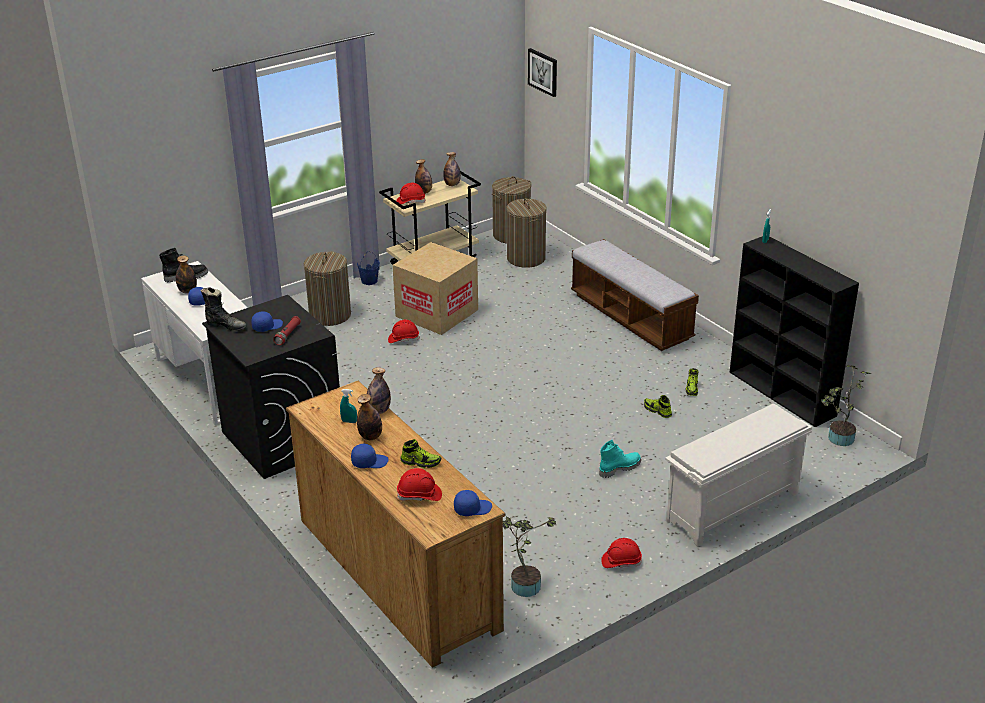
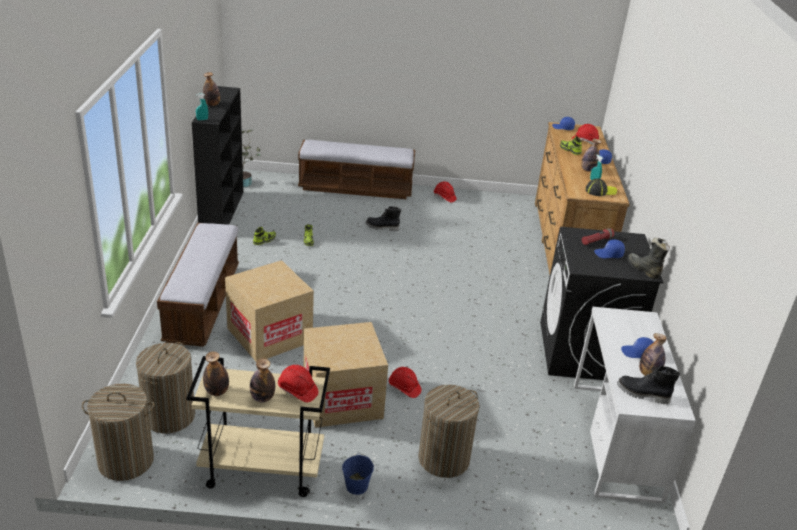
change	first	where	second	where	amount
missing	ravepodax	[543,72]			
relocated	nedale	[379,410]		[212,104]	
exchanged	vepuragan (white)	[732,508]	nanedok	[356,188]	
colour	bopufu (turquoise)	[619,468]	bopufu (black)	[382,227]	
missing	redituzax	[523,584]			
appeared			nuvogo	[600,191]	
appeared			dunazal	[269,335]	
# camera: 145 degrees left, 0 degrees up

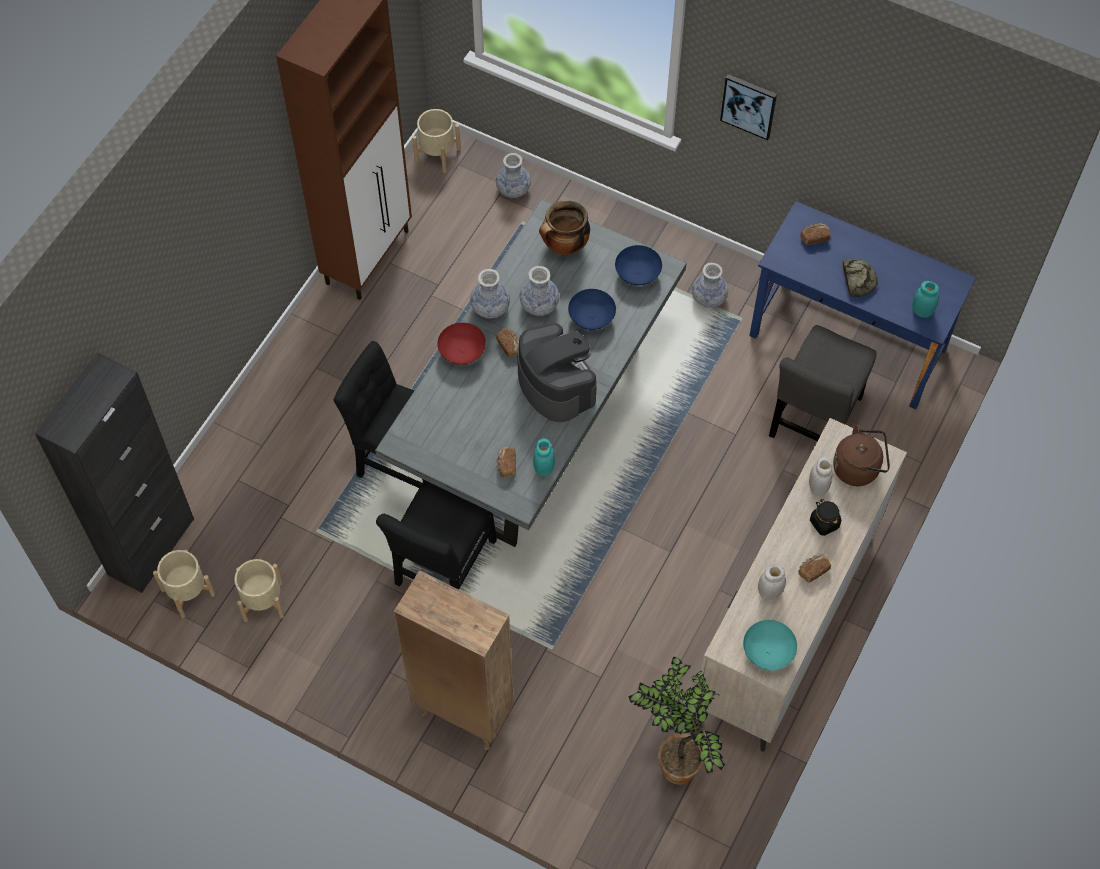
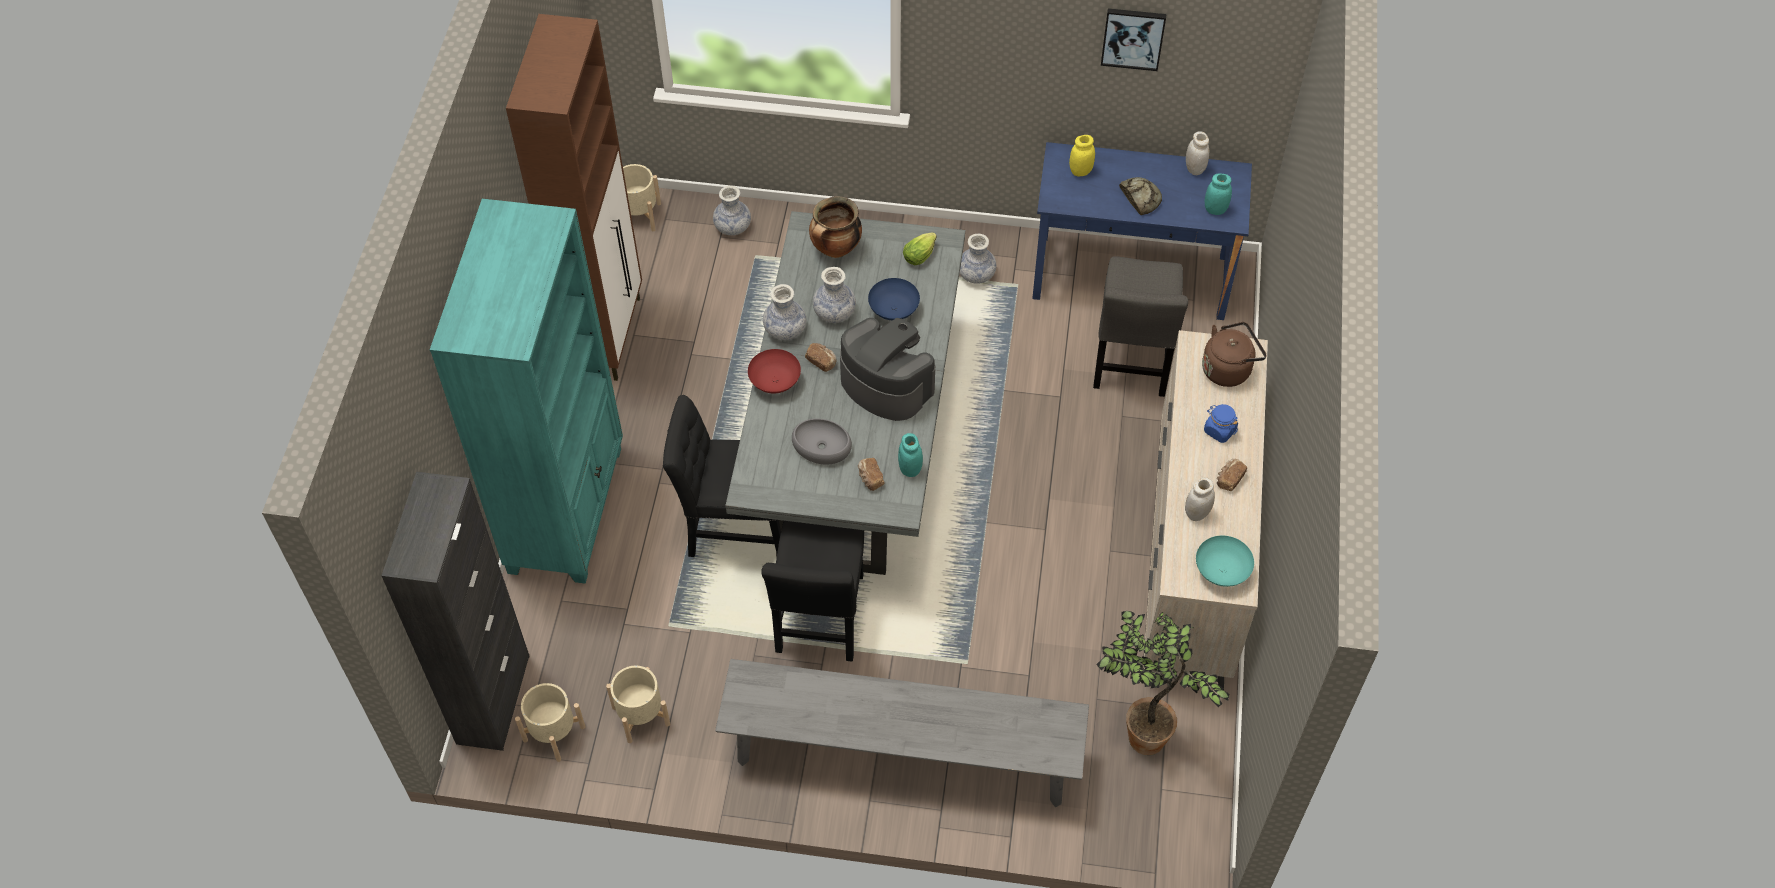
change	first	where	second	where	amount
relocated	ravepodax	[749,105]		[1133,38]	
exchanged	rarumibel	[814,238]	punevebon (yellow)	[1080,171]	
exchanged	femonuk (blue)	[637,274]	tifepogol	[921,254]	
relocated	punevebon (white)	[818,487]		[1194,169]	
colour	punevebon (black)	[824,523]	punevebon (blue)	[1219,430]	
exchanged	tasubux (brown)	[463,711]	nanedok (grey)	[902,756]	
appeared			tasubux (turquoise)	[567,509]	
appeared			femonuk (grey)	[821,447]	
# camera: 20 degrees left, 5 degrees down

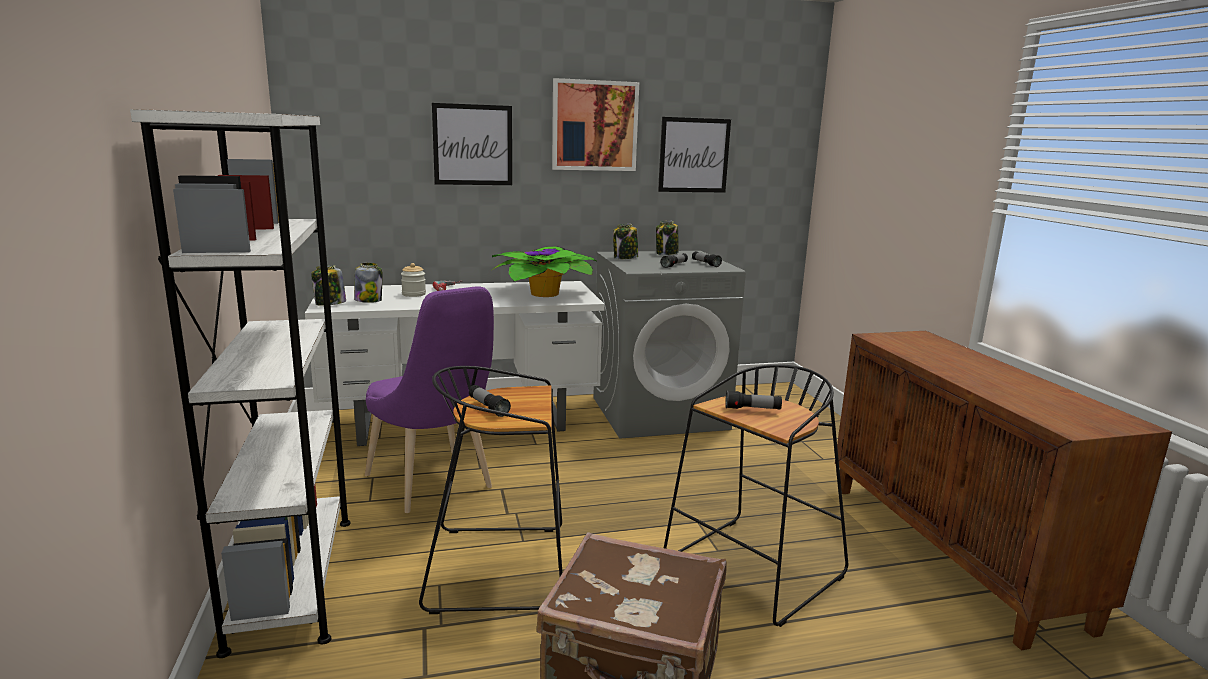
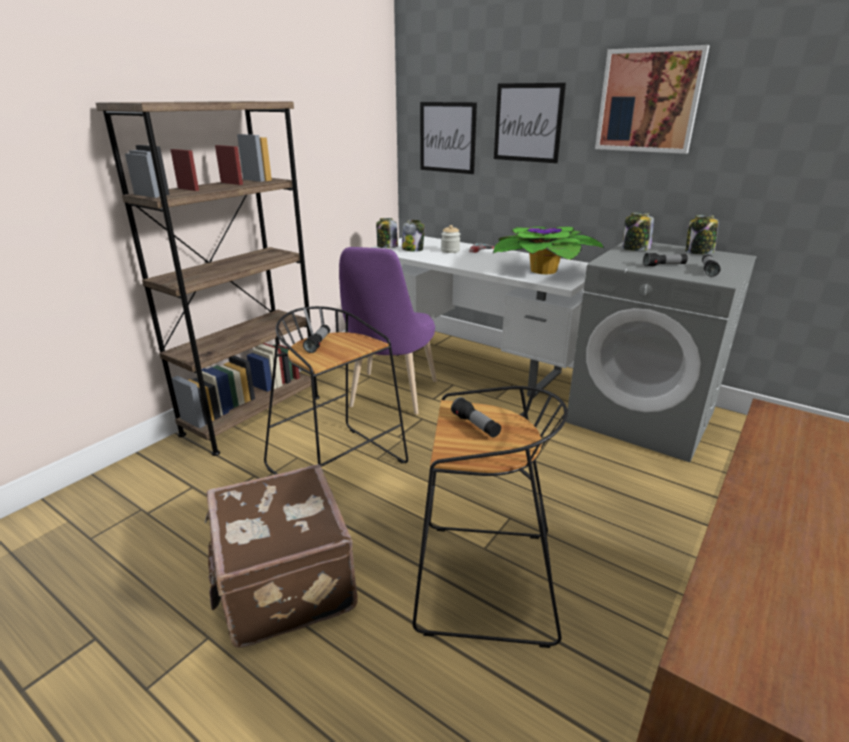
change	first	where	second	where	amount
colour	tasubux (white)	[293,579]	tasubux (brown)	[253,415]	
relocated	ravepodax	[694,155]		[447,137]	
# camera: 50 degrees right, 10 degrees up

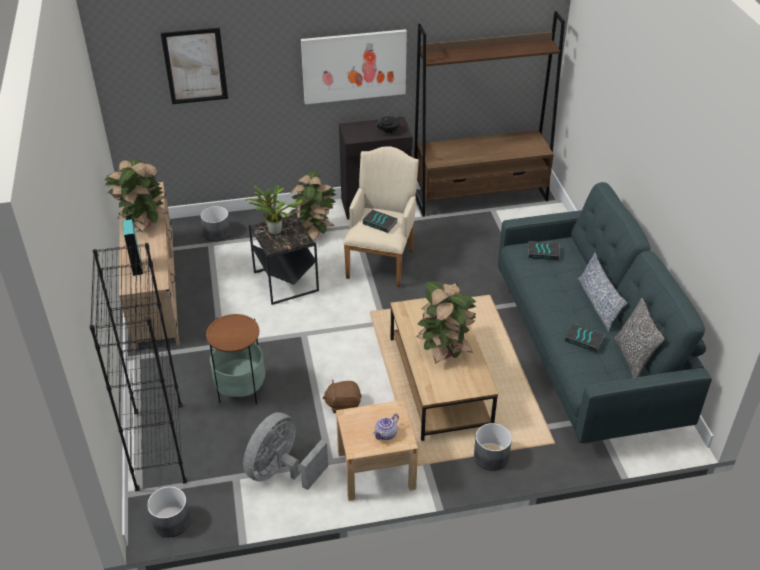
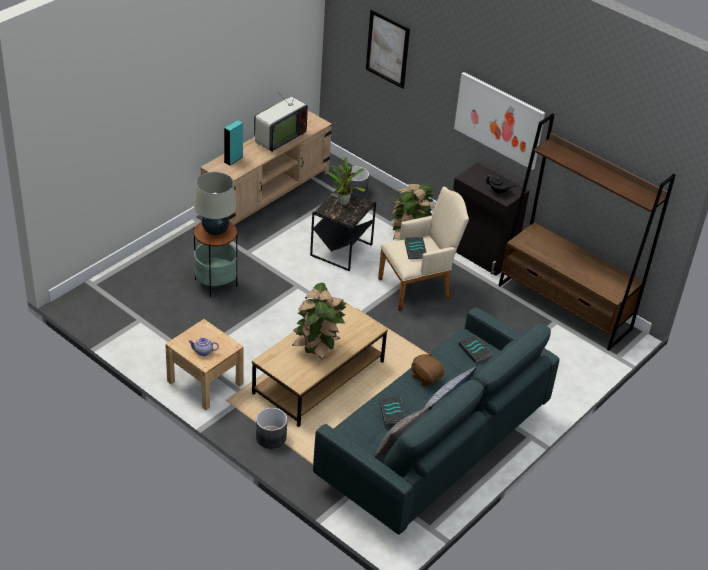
change	first	where	second	where	amount
exchanged	redituzax	[142,223]	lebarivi	[278,138]	
missing	tasubux (black)	[159,447]			
relocated	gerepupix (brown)	[343,404]		[426,377]	
missing	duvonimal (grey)	[281,471]			
missing	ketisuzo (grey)	[171,521]			
appeared			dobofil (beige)	[215,230]	
# camera: 50 degrees right, 0 degrees up

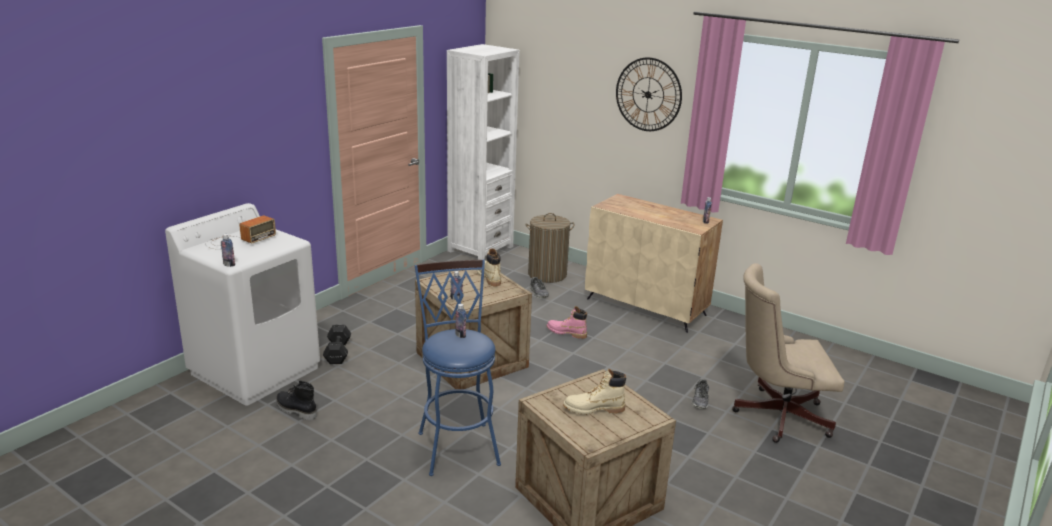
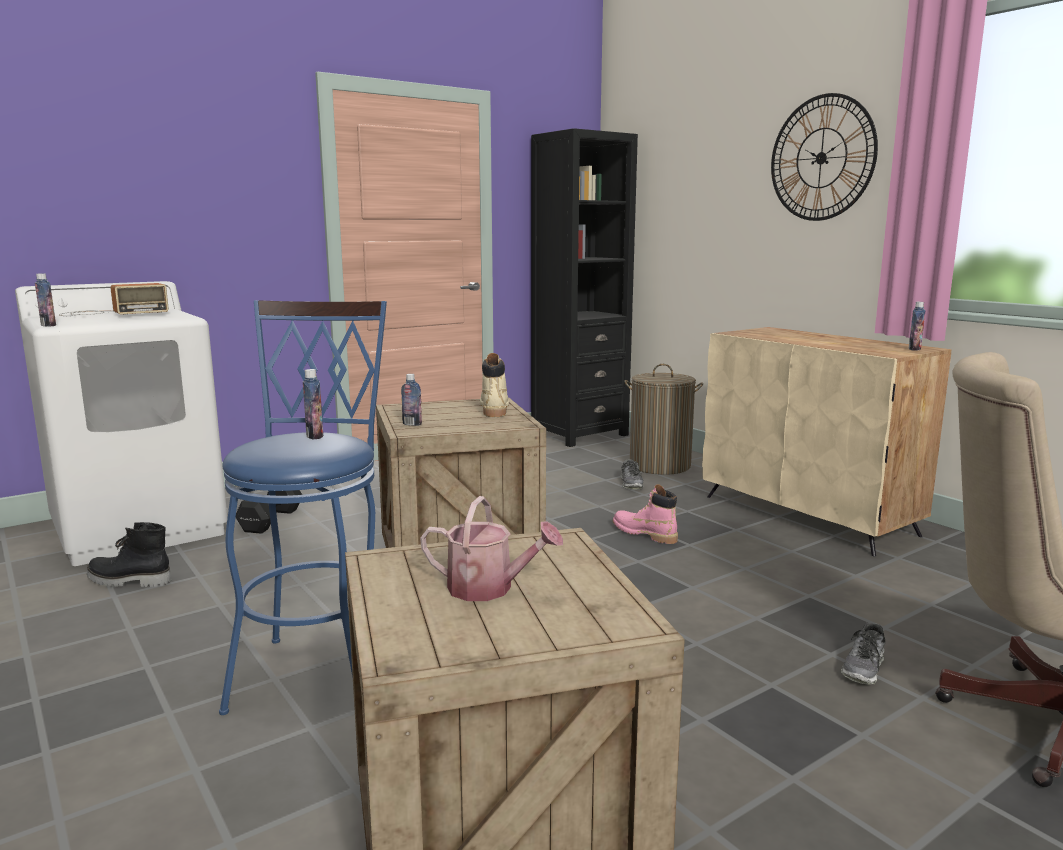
change	first	where	second	where	amount
colour	tasubux (white)	[480,249]	tasubux (black)	[579,434]	
exchanged	bopufu (beige)	[593,409]	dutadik	[489,588]	
spun	bopufu (black)	[295,410]		[128,581]	45 degrees counterclockwise
# camera: 20 degrees right, 10 degrees down

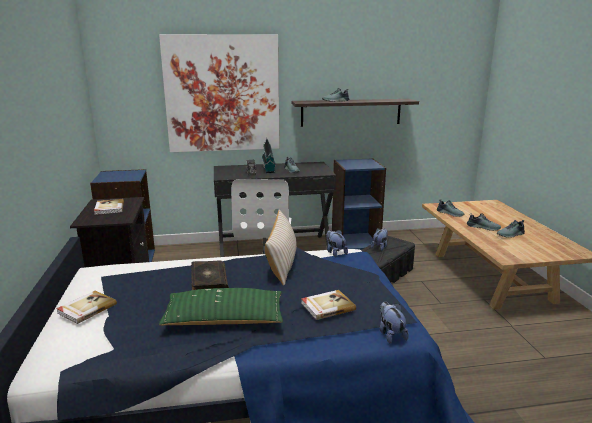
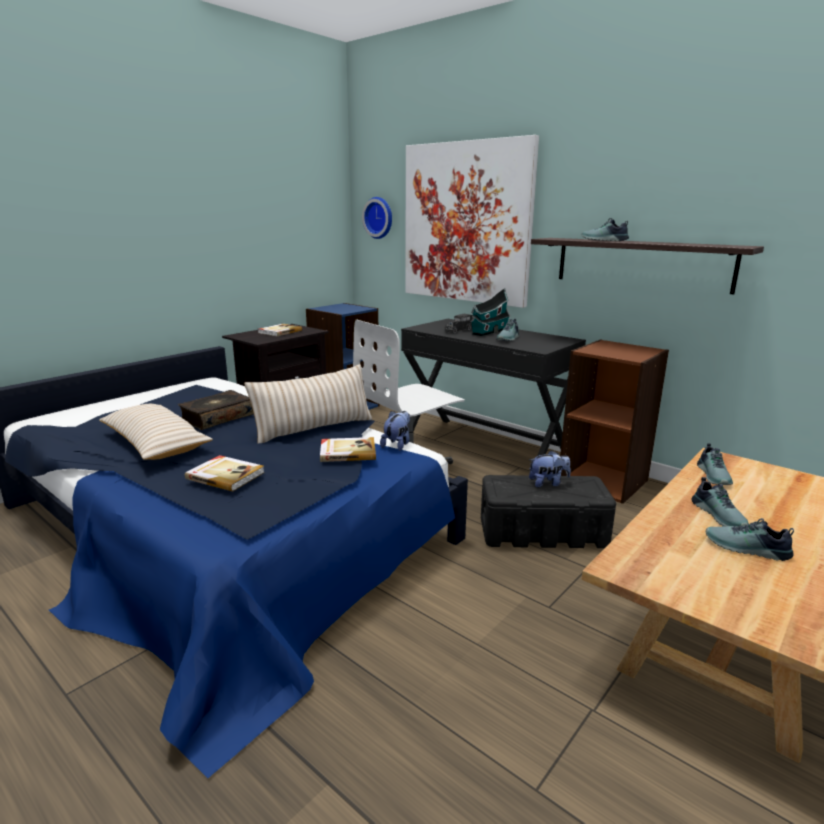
change	first	where	second	where	amount
colour	tasubux (blue)	[355,241]	tasubux (brown)	[603,481]	
colour	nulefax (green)	[224,319]	nulefax (beige)	[155,444]	
relocated	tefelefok	[86,308]		[347,452]	
missing	gerepupix	[390,334]			
appeared			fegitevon	[379,218]	
# camera: 50 degrees right, 0 degrees up

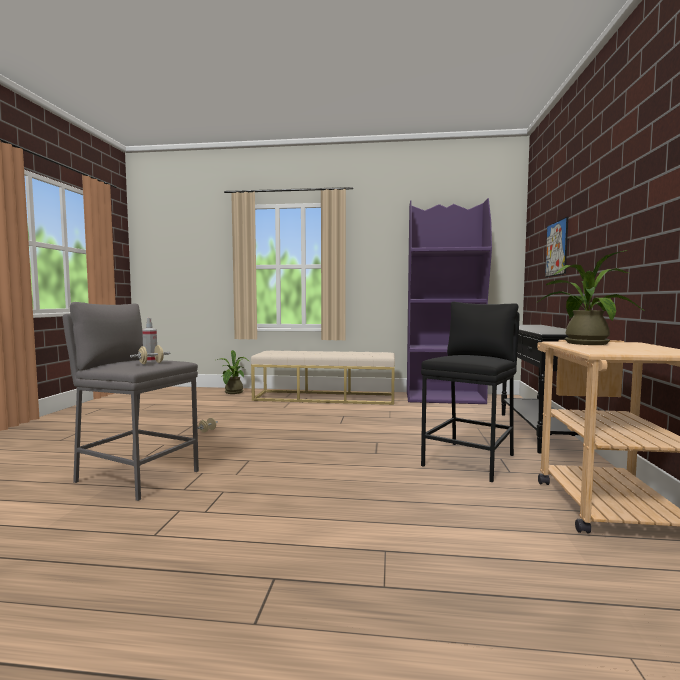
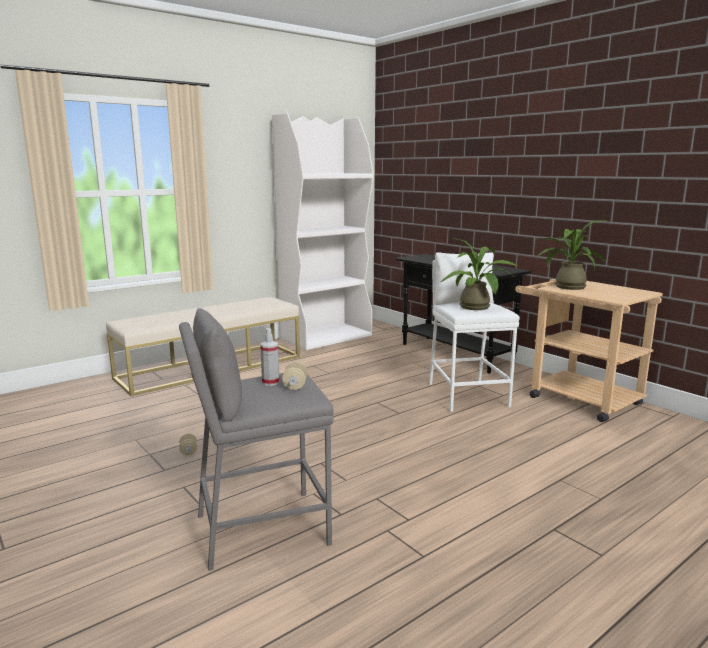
change	first	where	second	where	amount
colour	tasubux (purple)	[445,398]	tasubux (white)	[326,337]	
missing	ravepodax	[556,248]			
colour	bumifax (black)	[470,460]	bumifax (white)	[467,394]	
relocated	redituzax	[233,393]		[477,308]	
# camera: 45 degrees left, 10 degrees up

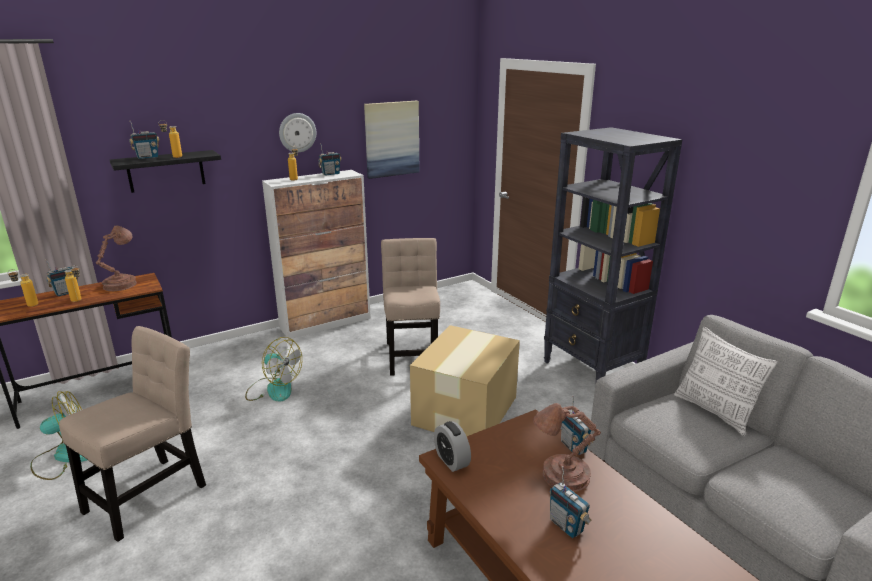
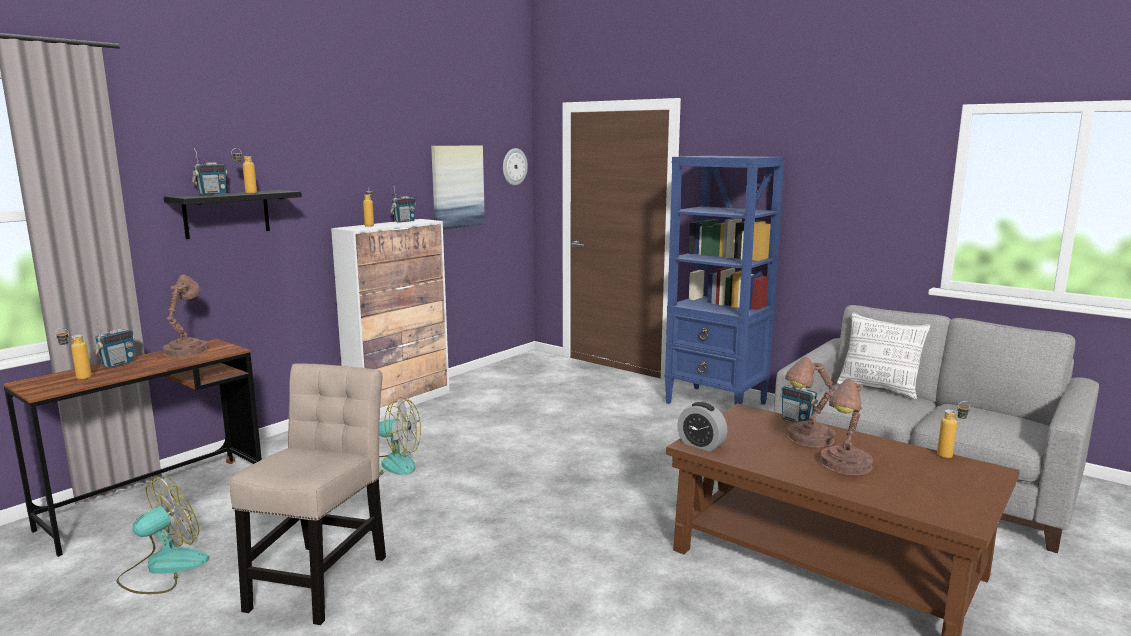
change	first	where	second	where	amount
relocated	fegitevon	[297,132]		[514,166]	
colour	tasubux (black)	[592,371]	tasubux (blue)	[716,403]	
missing	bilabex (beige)	[412,355]			
relocated	nedale	[79,300]		[950,455]	
missing	dunazal	[466,410]			
exchanged	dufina	[566,526]	dobofil (brown)	[844,466]	
# camera: 20 degrees left, 10 degrees down

